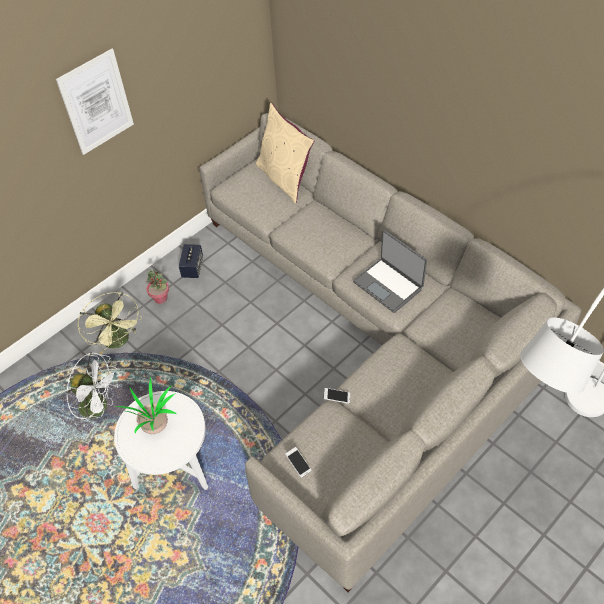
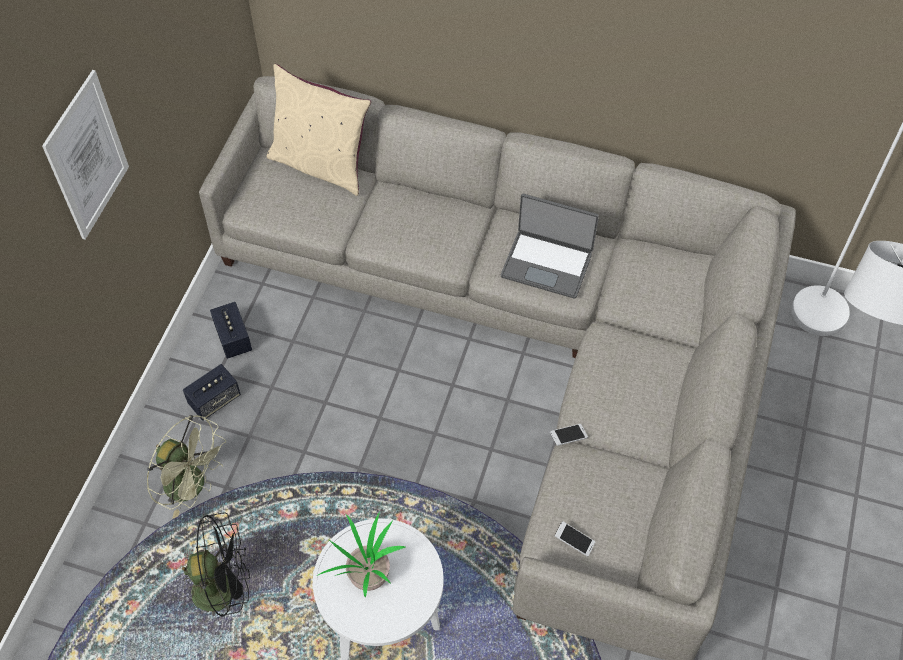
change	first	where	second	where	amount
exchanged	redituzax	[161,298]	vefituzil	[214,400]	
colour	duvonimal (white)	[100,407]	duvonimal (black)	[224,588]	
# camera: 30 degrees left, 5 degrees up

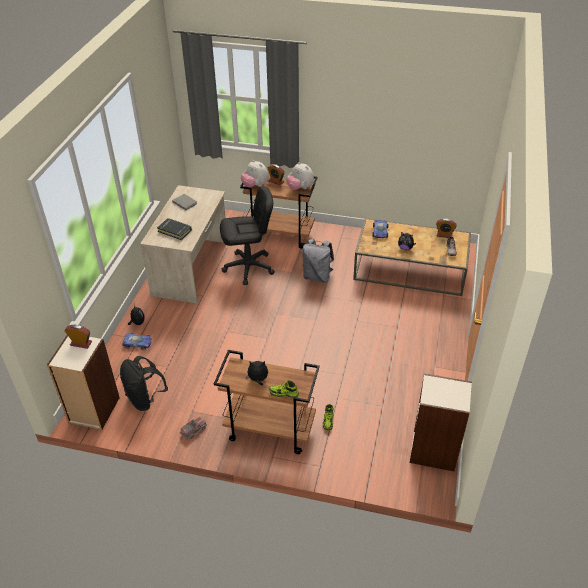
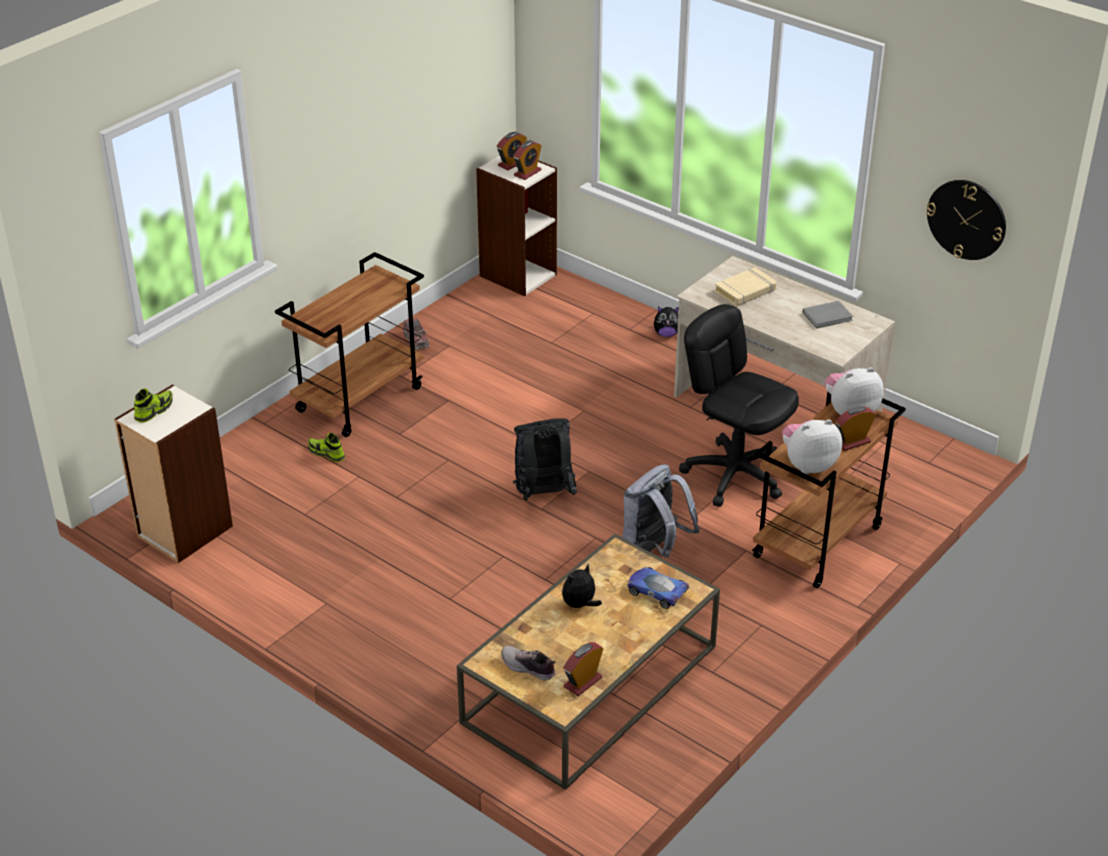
change	first	where	second	where	amount
spun	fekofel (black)	[249,267]		[735,474]	120 degrees clockwise
colour	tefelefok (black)	[175,231]	tefelefok (beige)	[745,291]	
missing	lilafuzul	[138,343]			
relocated	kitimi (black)	[145,399]		[543,494]	
missing	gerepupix	[258,380]			
relocated	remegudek	[283,393]		[154,410]	
appeared			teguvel	[512,164]	
appeared			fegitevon	[966,219]	
# camera: 115 degrees right, 5 degrees down

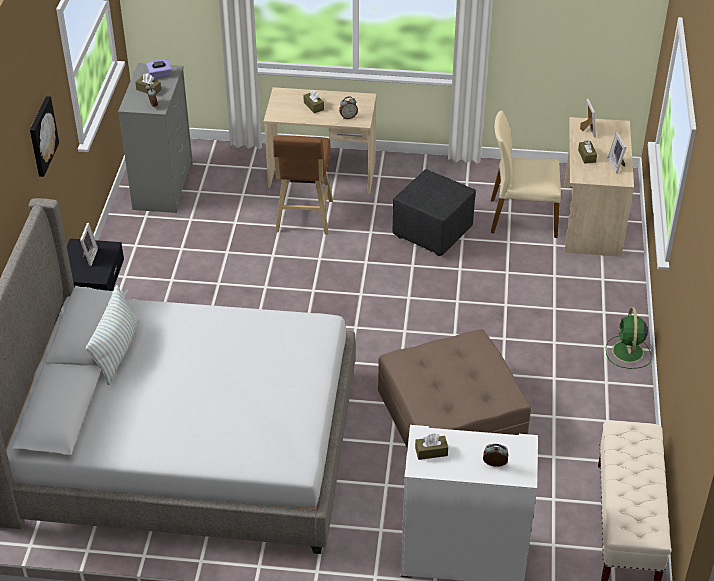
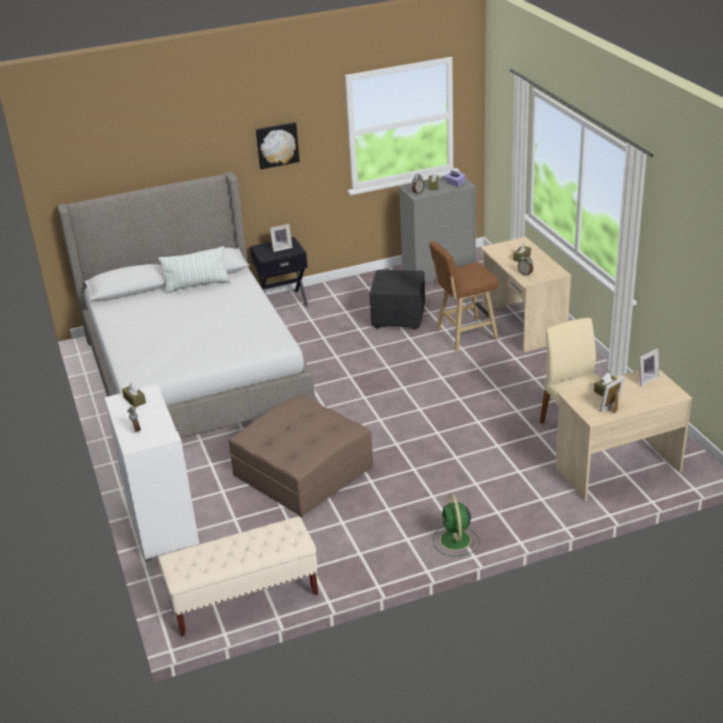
change	first	where	second	where	amount
relocated	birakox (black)	[432,232]		[399,317]	
spun	duvonimal (green)	[628,353]		[455,541]	75 degrees counterclockwise
# camera: 65 degrees right, 10 degrees down

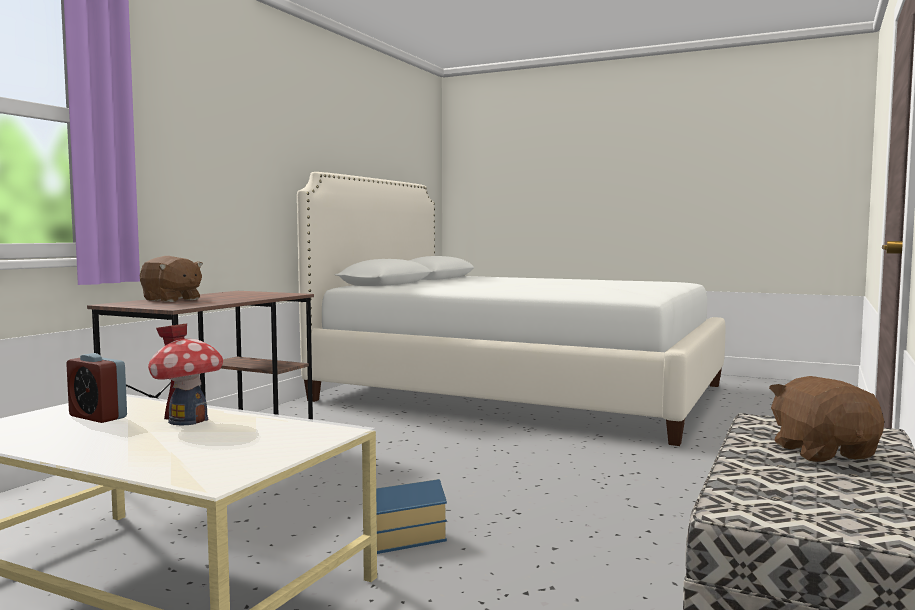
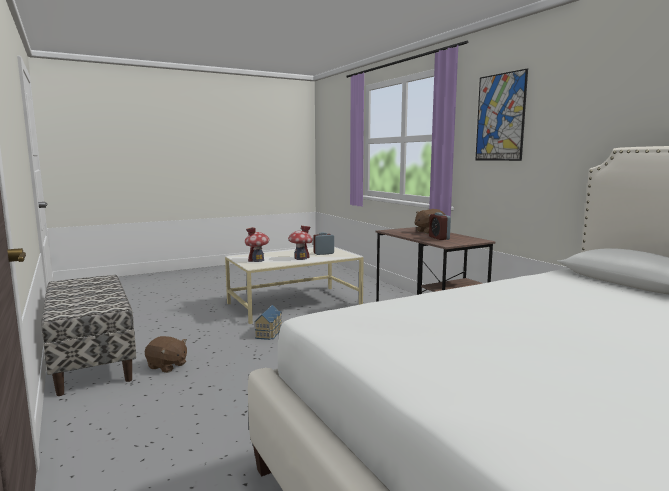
change	first	where	second	where	amount
relocated	gerepupix (brown)	[823,452]		[167,366]	
appeared			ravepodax	[500,117]	
appeared			teguvel	[439,238]	
appeared			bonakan	[257,260]	
# camera: 125 degrees right, 5 degrees up

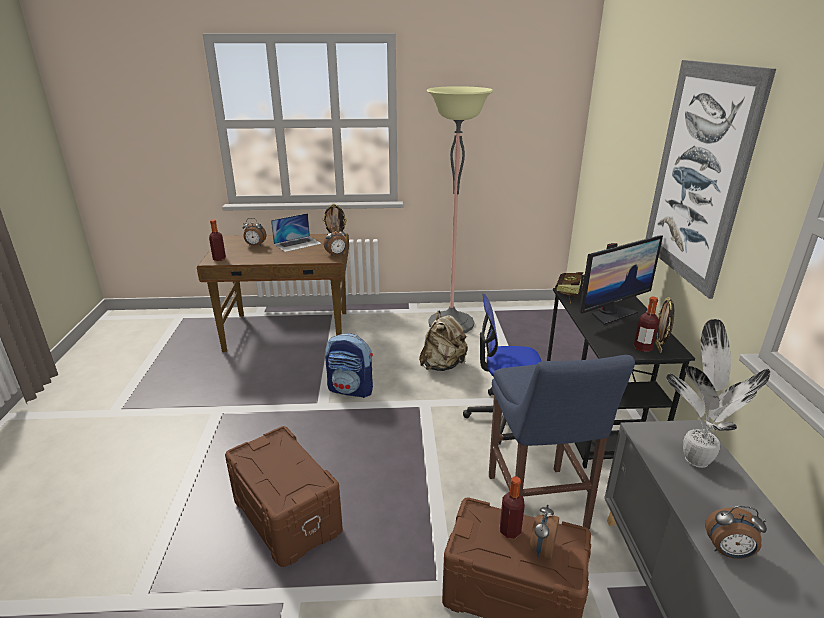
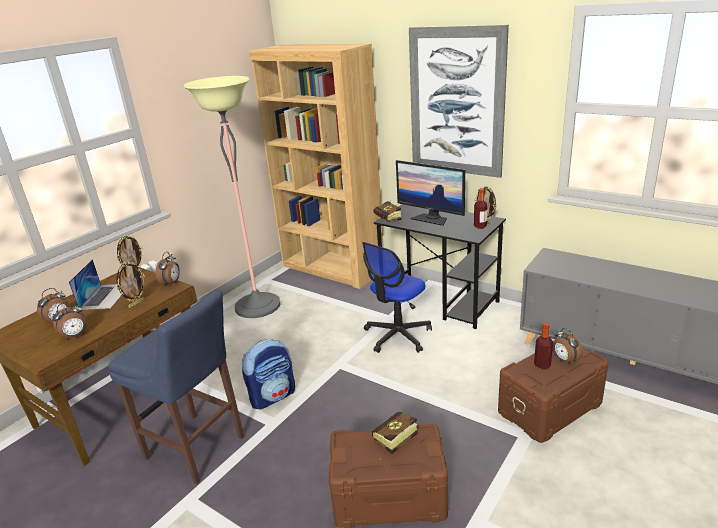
change	first	where	second	where	amount
missing	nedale	[219,259]			
spun	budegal	[611,313]		[431,219]	120 degrees clockwise
missing	kitimi (beige)	[442,365]			
missing	redituzax	[695,458]			
relocated	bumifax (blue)	[537,505]		[198,449]	
relocated	teguvel	[728,552]		[75,336]	
appeared			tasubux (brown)	[332,268]	
appeared			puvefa	[136,303]	
appeared			tefelefok	[392,442]	
# camera: 50 degrees left, 0 degrees up

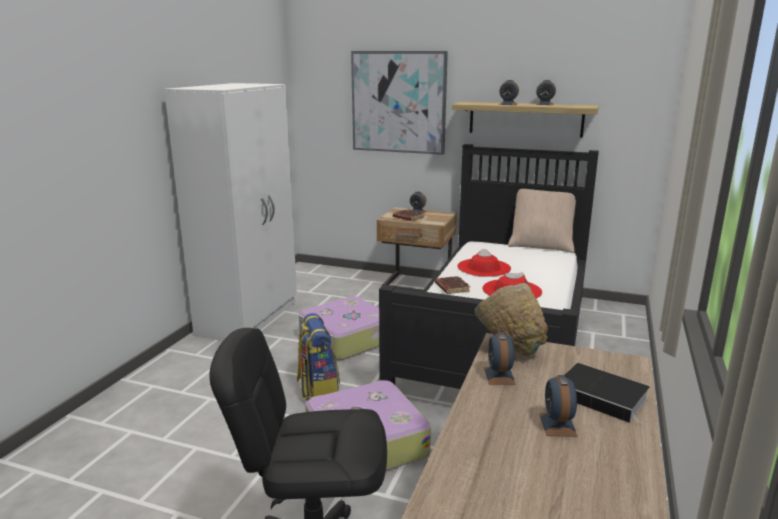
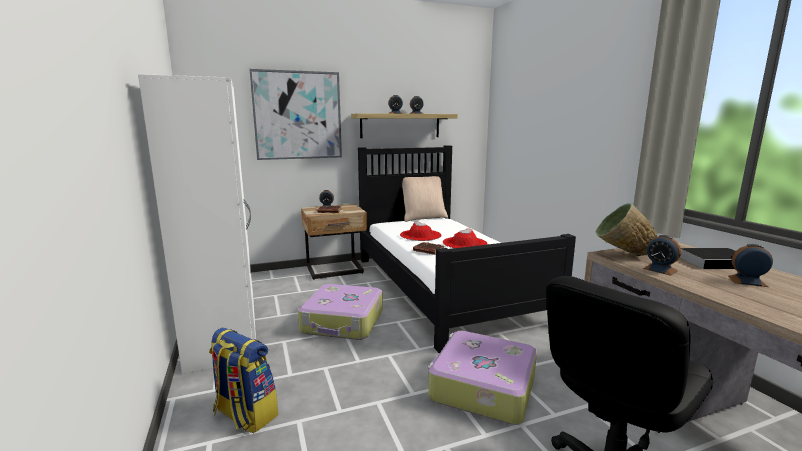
change	first	where	second	where	amount
relocated	kitimi	[318,391]		[244,415]	
spun	teguvel	[557,425]		[747,281]	150 degrees clockwise
# camera: 40 degrees left, 5 degrees down

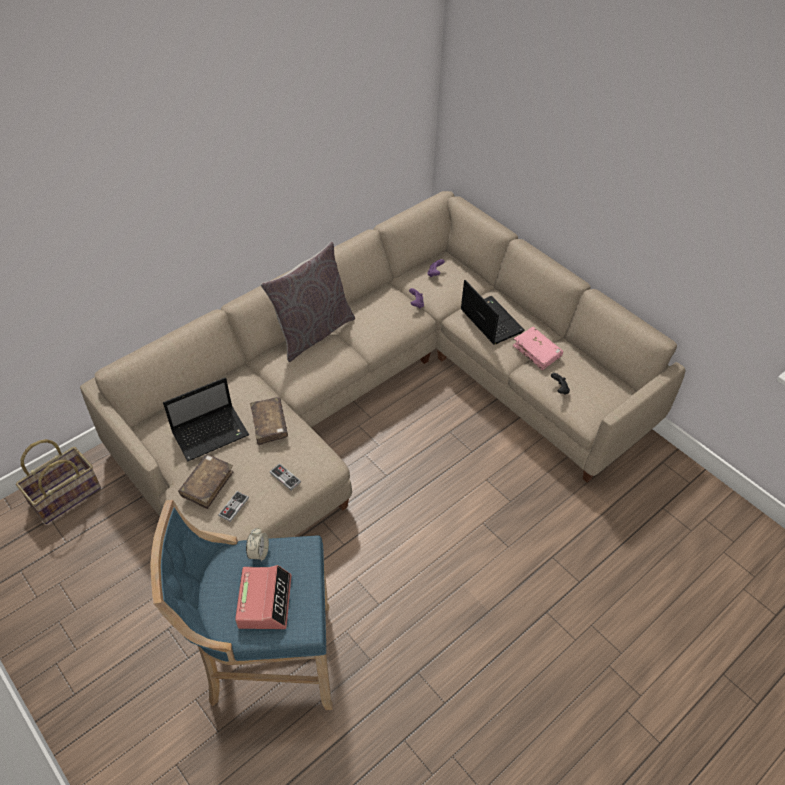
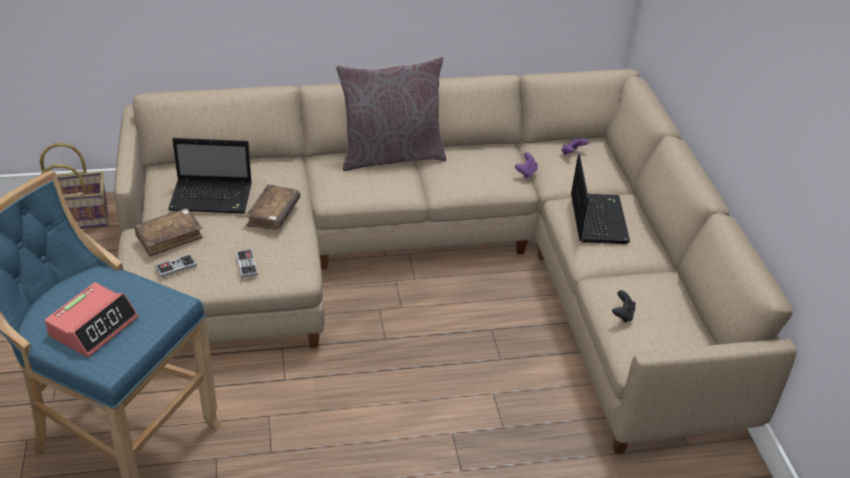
change	first	where	second	where	amount
missing	tefelefok (pink)	[537,352]			
missing	teguvel	[259,553]			
# camera: 30 degrees right, 10 degrees down

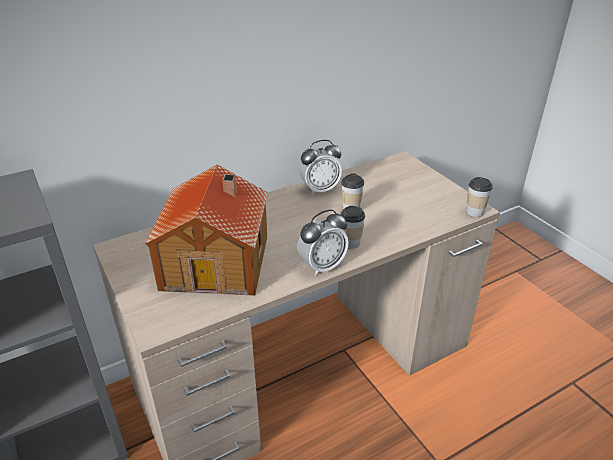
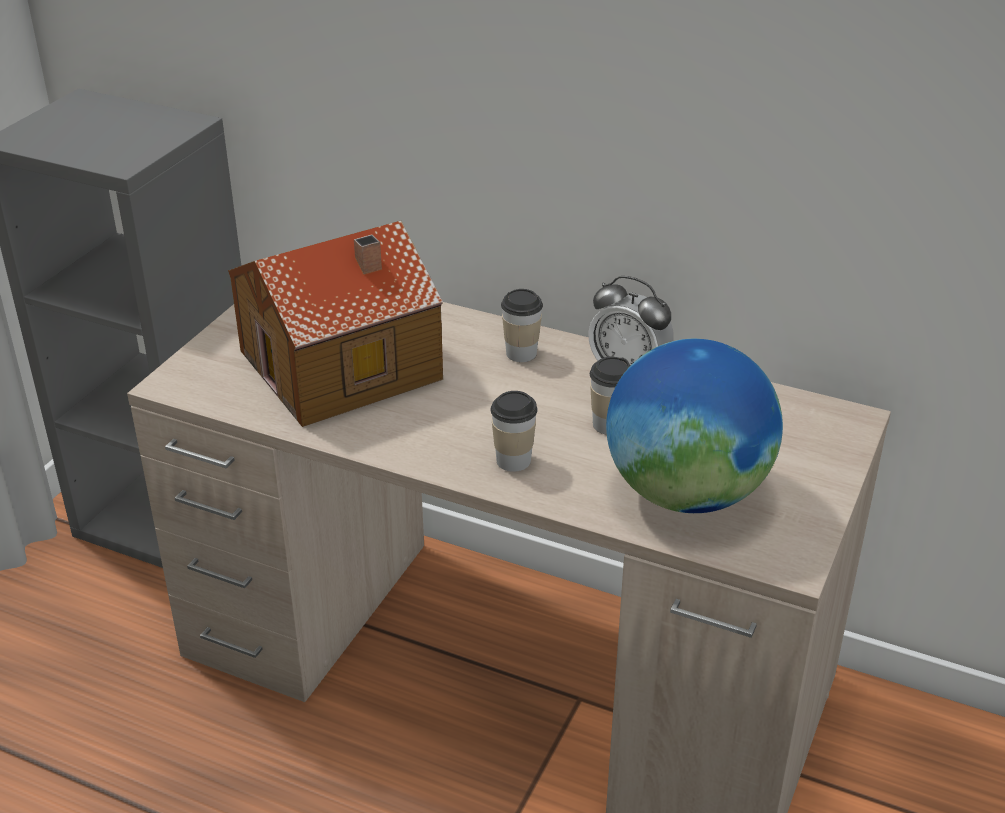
change	first	where	second	where	amount
relocated	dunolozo	[474,212]		[521,353]	
missing	teguvel	[322,266]			
appeared			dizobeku	[686,494]	
# camera: 55 degrees right, 0 degrees up

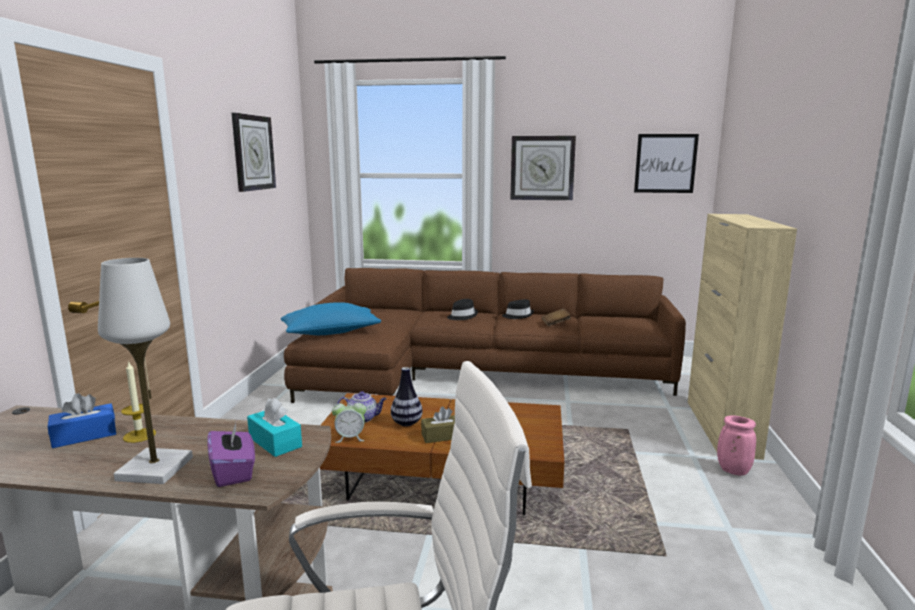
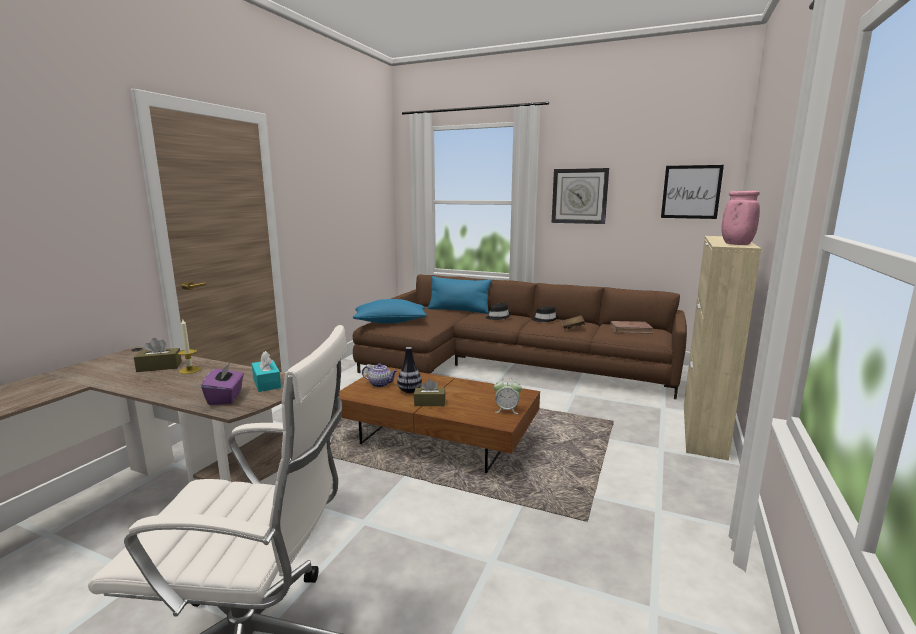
change	first	where	second	where	amount
missing	fegitevon	[253,153]			
missing	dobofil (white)	[155,469]			
colour	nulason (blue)	[84,435]	nulason (brown)	[159,367]	
relocated	teguvel	[350,438]		[506,410]	
relocated	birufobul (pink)	[732,471]		[735,244]	
appeared			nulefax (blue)	[459,310]	
appeared			tefelefok (brown)	[631,329]	
# camera: 15 degrees right, 0 degrees up

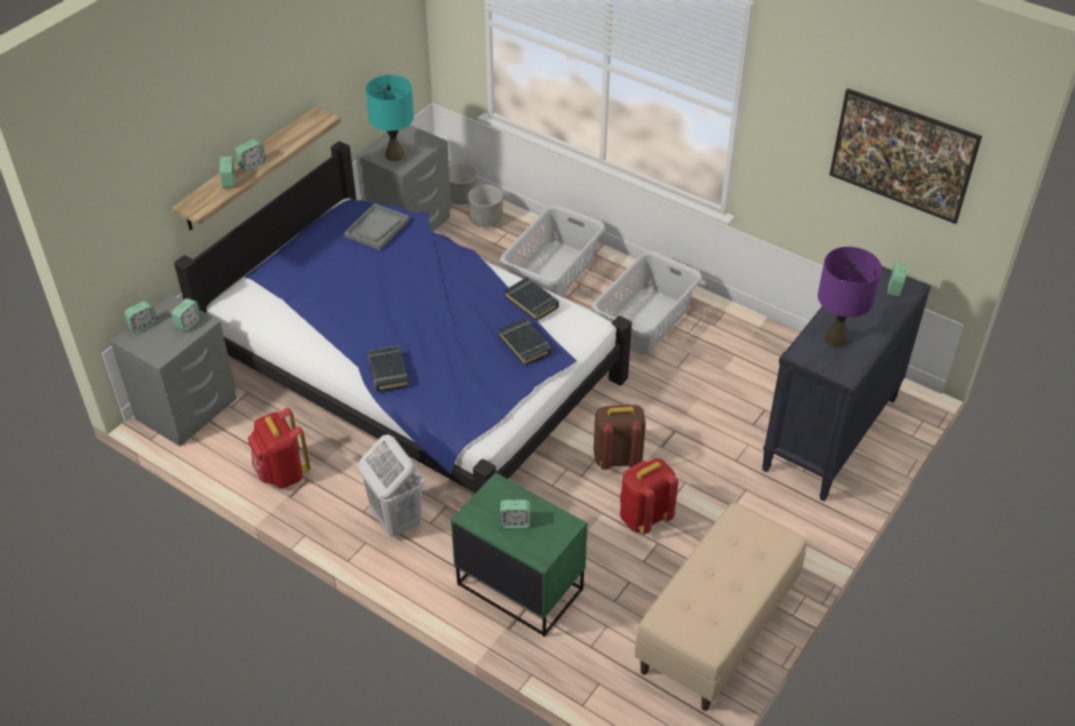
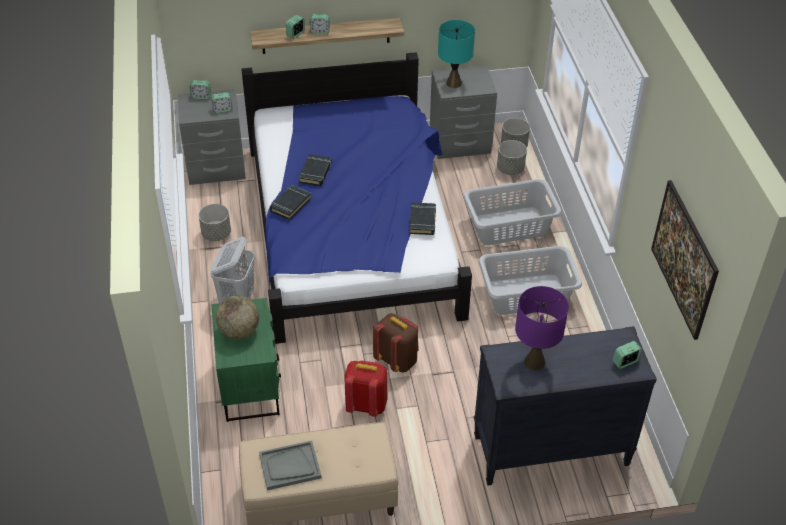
change	first	where	second	where	amount
relocated	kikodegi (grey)	[377,228]		[290,466]	
relocated	tefelefok (black)	[525,344]		[315,172]	
exchanged	kitimi (red)	[282,473]	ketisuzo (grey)	[216,234]	
exchanged	teguvel	[515,522]	dizobeku	[239,331]	
# camera: 45 degrees right, 0 degrees up

